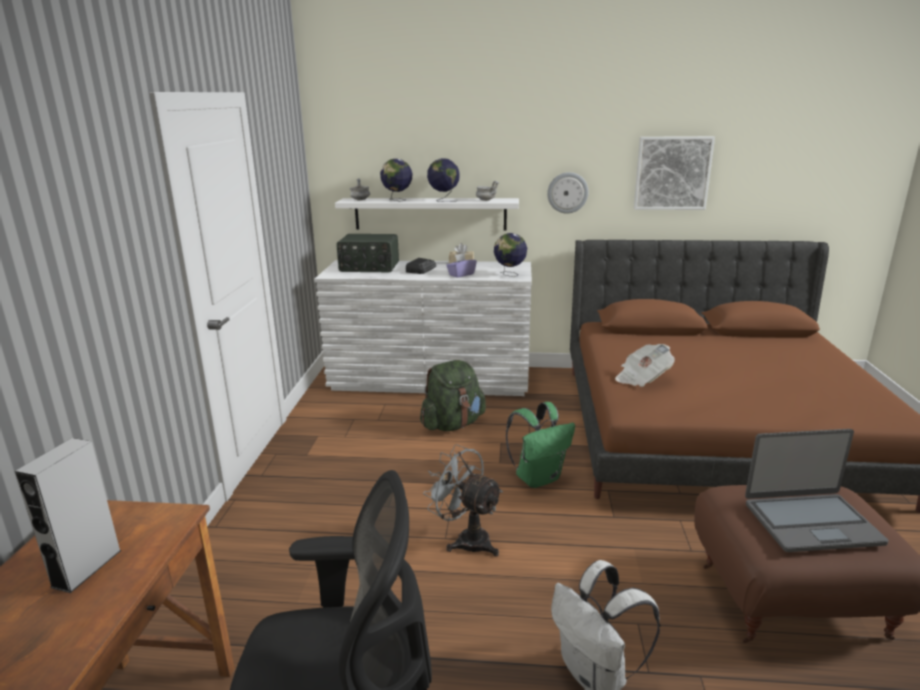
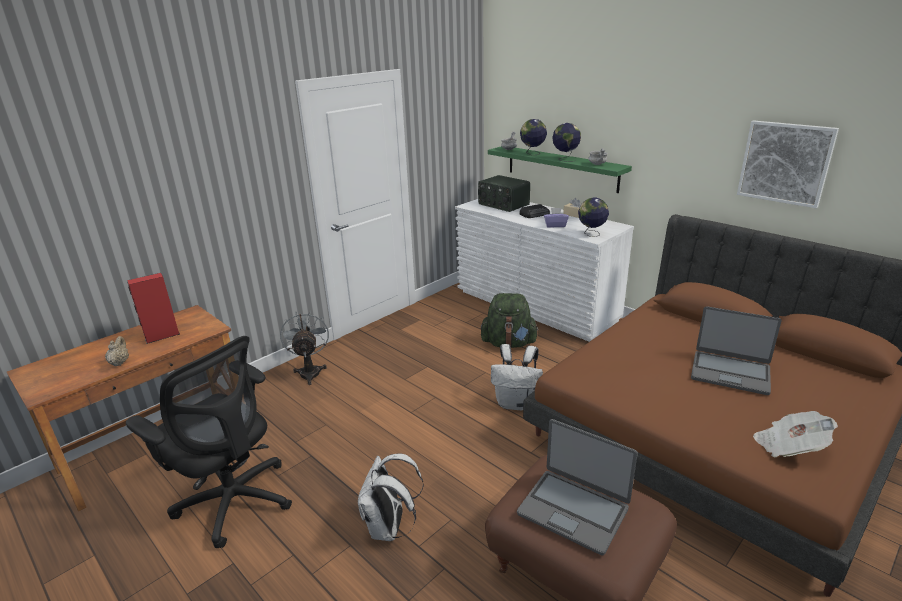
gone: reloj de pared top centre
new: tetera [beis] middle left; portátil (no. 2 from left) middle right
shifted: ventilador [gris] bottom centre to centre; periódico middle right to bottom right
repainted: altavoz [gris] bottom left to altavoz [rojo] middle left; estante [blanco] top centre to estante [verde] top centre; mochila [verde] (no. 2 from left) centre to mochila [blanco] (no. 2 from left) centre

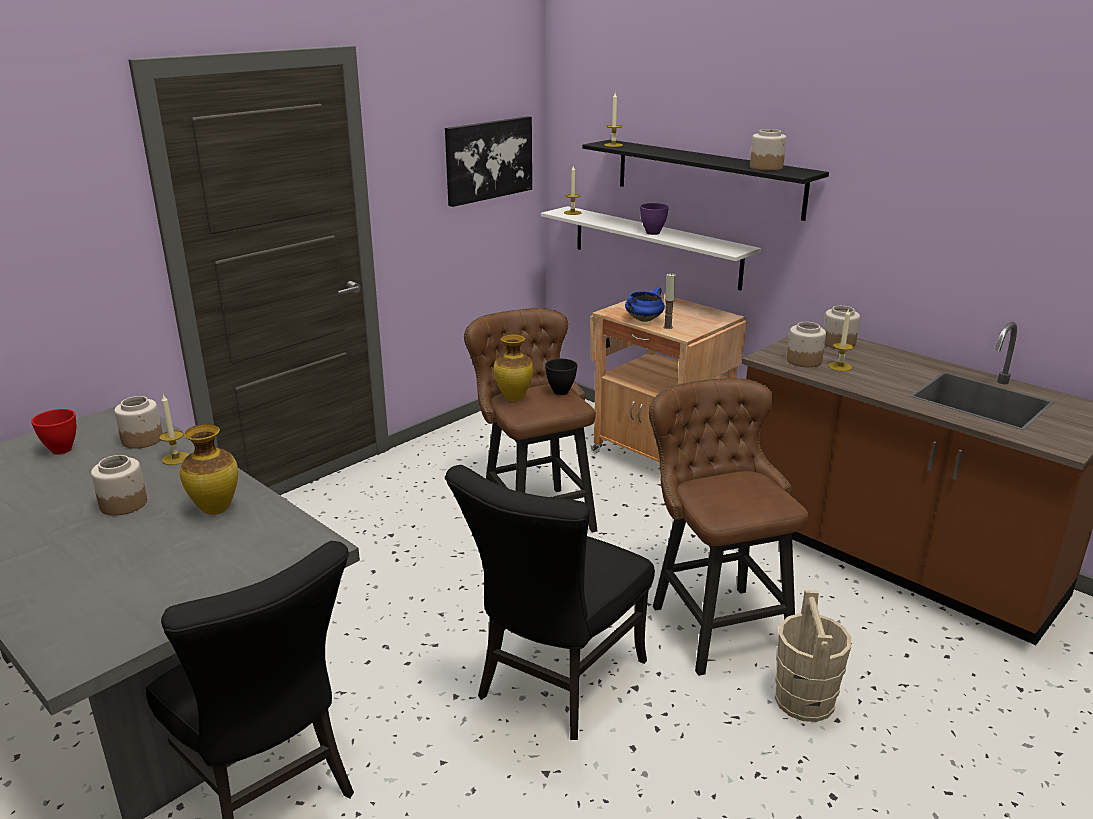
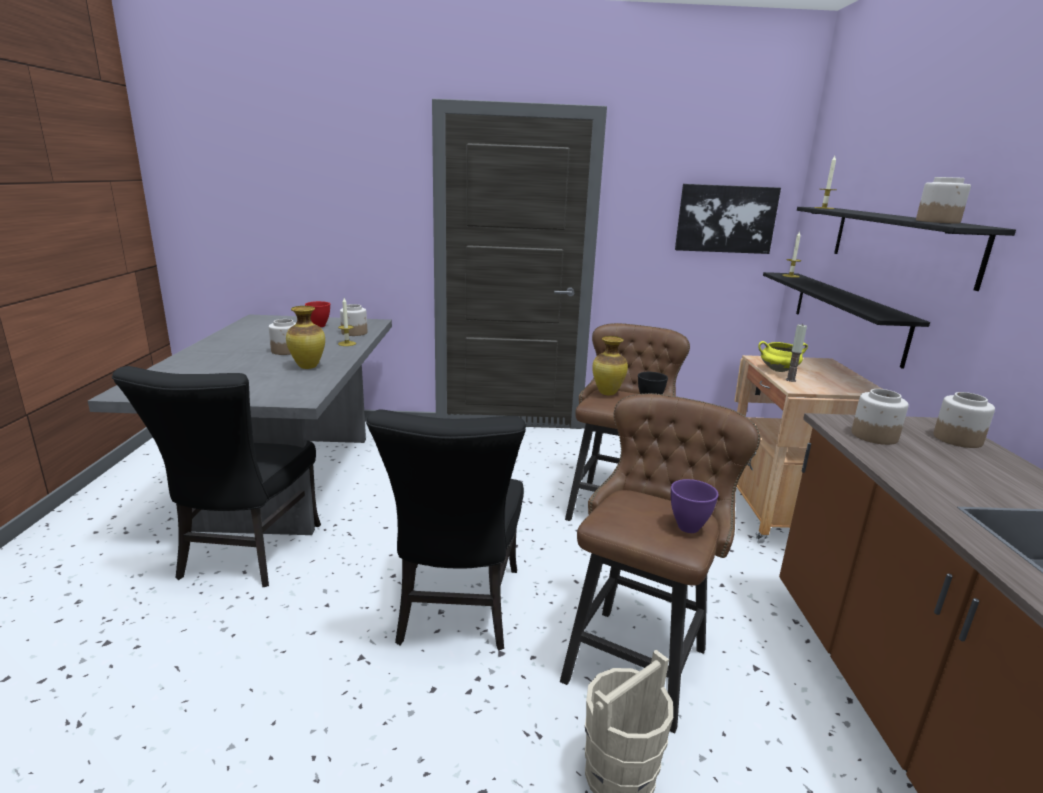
gone: vela (no. 5 from left) middle right
shifted: cuenco [morado] top centre to centre
repainted: estante [blanco] top centre to estante [negro] (no. 1 from left) middle right; olla [azul] centre to olla [amarillo] middle right
rotated: silla [negro] (no. 2 from left) bottom centre = bottom centre 75 degrees counterclockwise

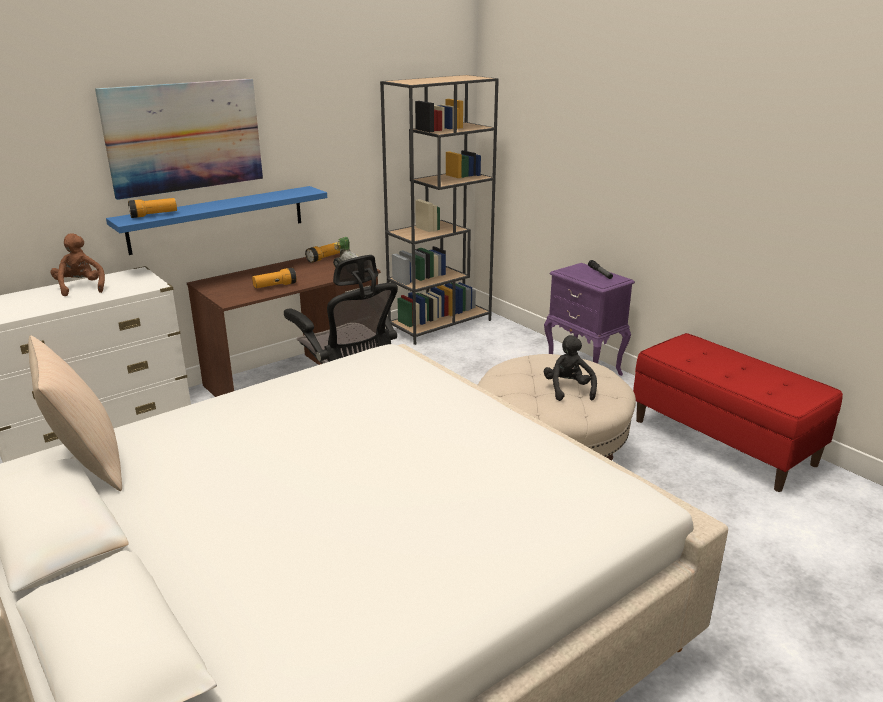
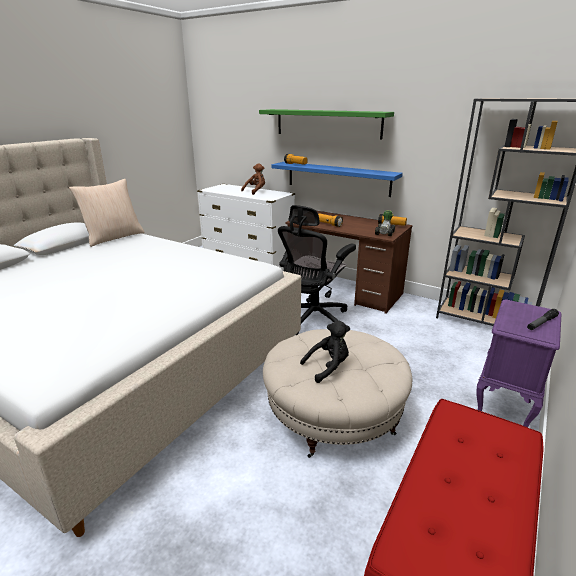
swapped: cuadro top left to estante [verde] top centre

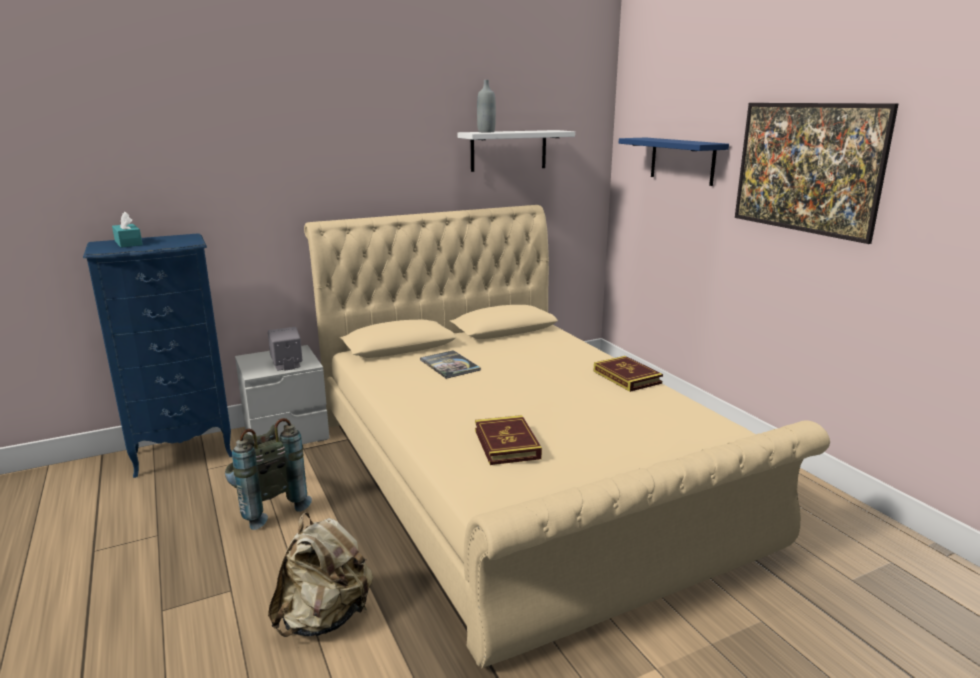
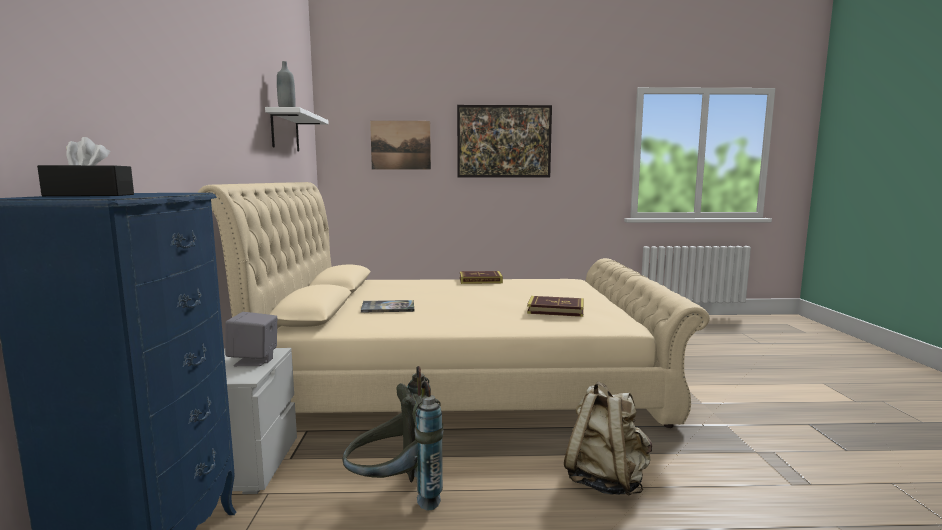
swapped: estante [azul] top right to cuadro (no. 1 from left) top centre
repainted: caja de pañuelos [turquesa] middle left to caja de pañuelos [negro] top left

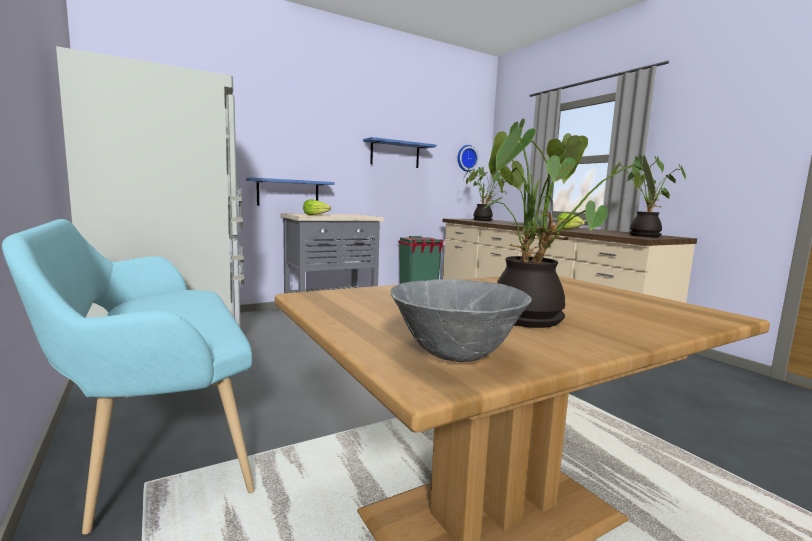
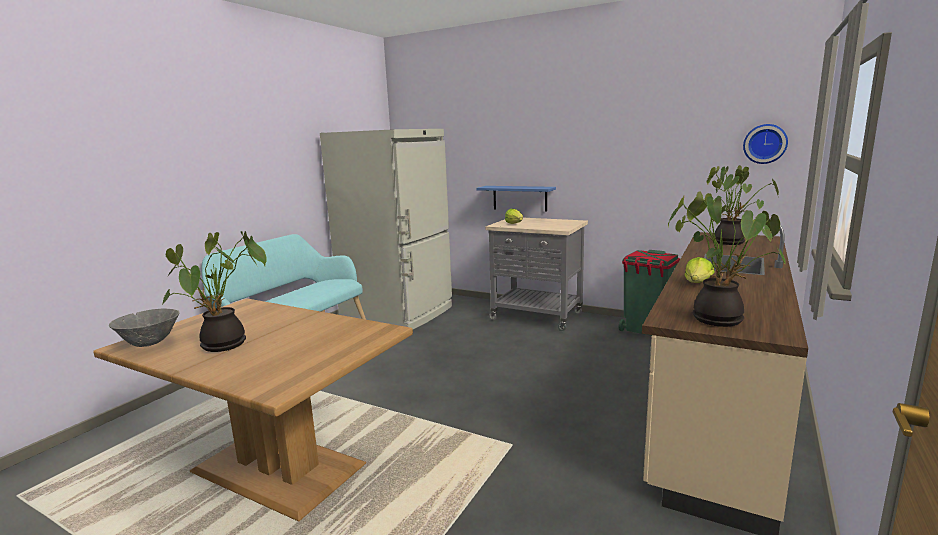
gone: estante [azul] (no. 2 from left) top centre

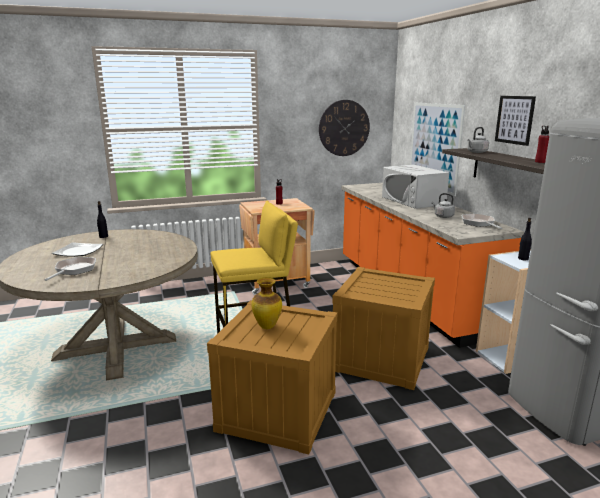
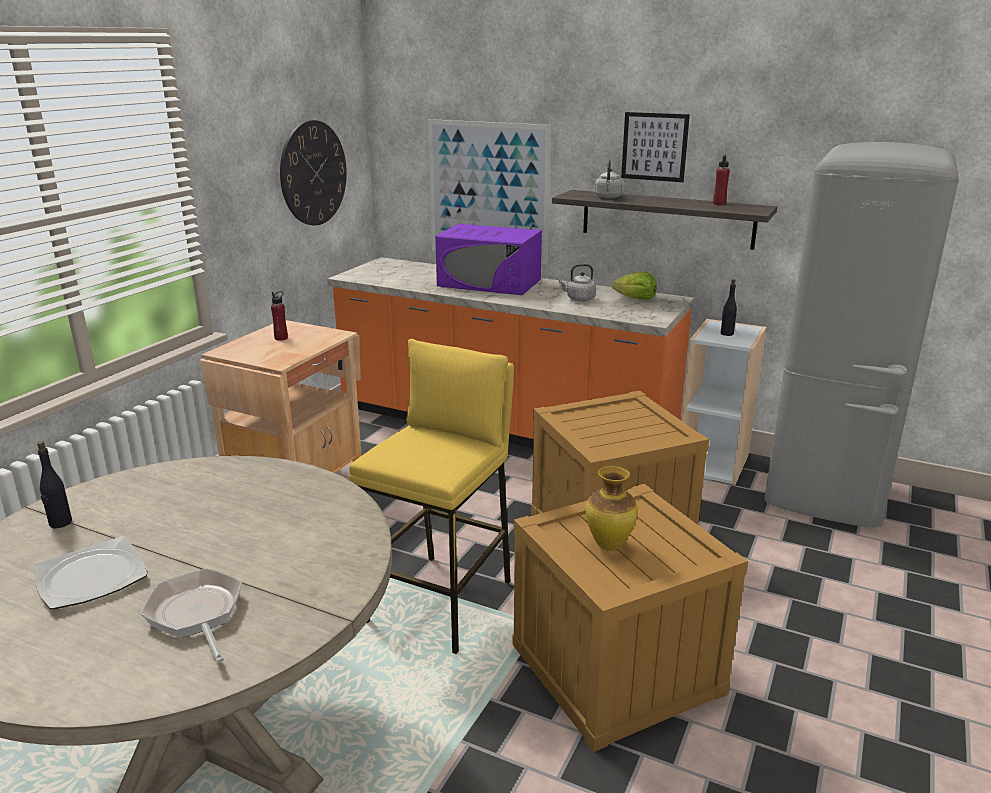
swapped: sartén (no. 2 from left) middle right to lechuga centre
repainted: microondas [blanco] middle right to microondas [morado] top centre

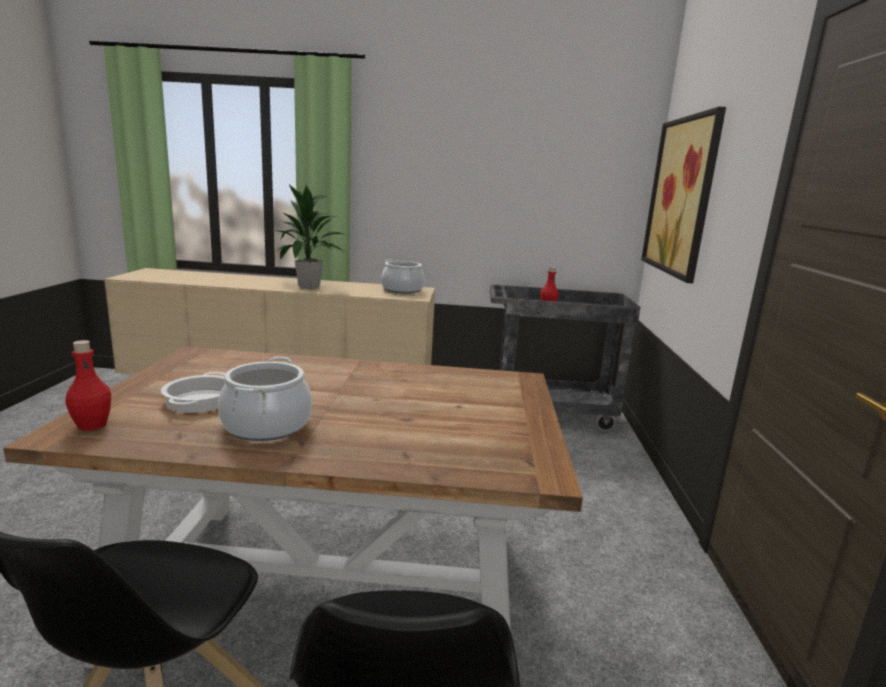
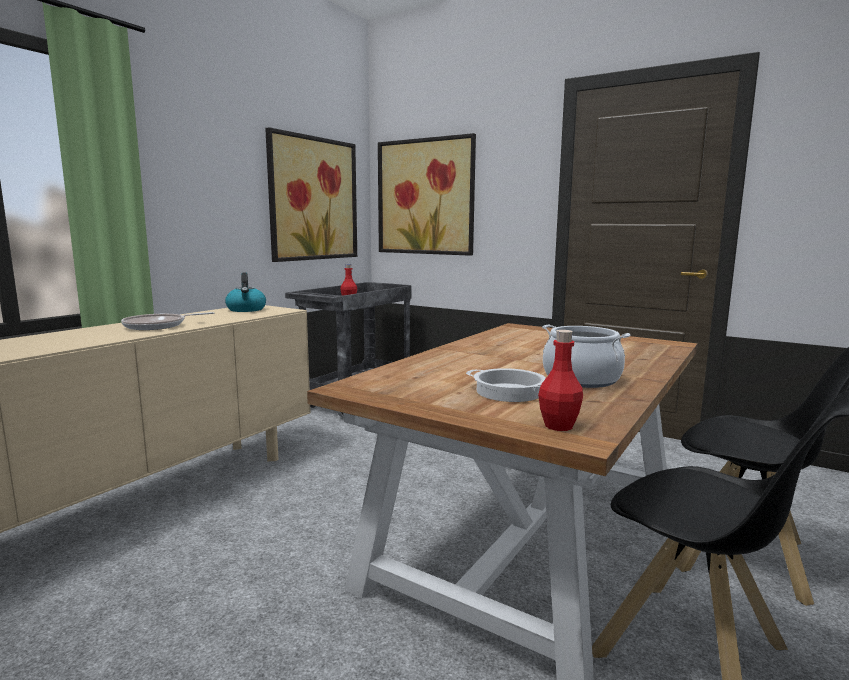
new: cuadro (no. 1 from left) top centre
swapped: planta en maceta centre to sartén middle left; olla (no. 3 from left) centre to hervidor middle left

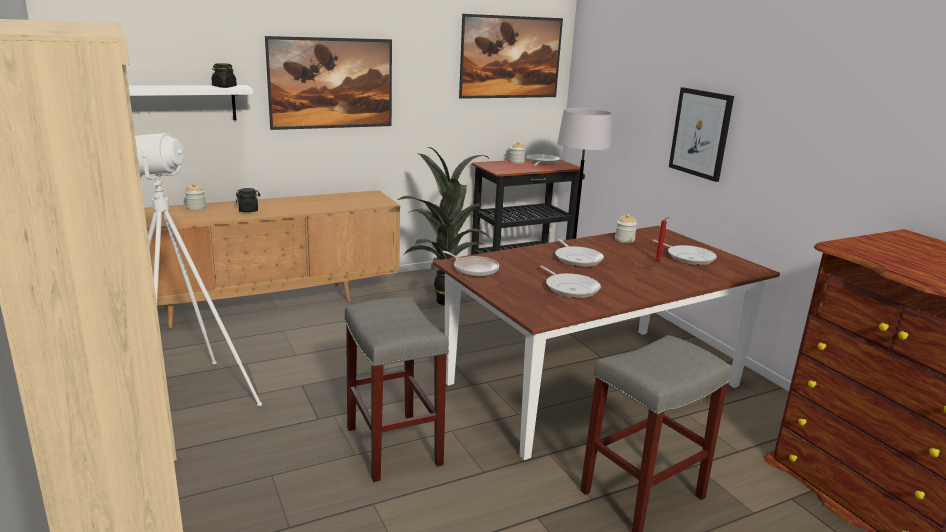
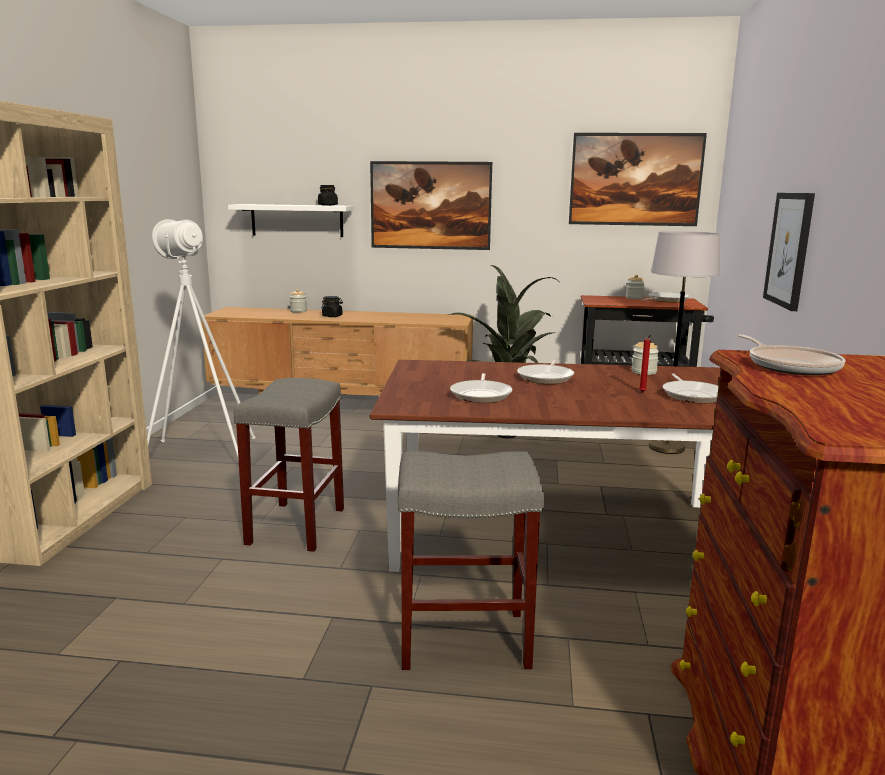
shifted: sartén (no. 1 from left in the first image) centre to sartén (no. 5 from left) middle right

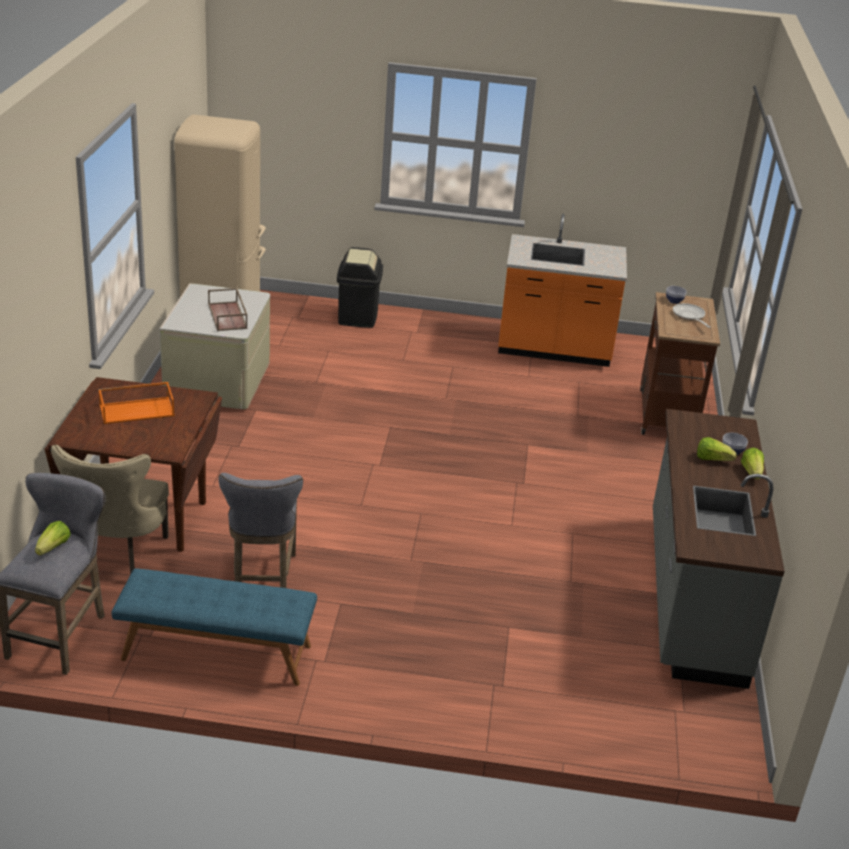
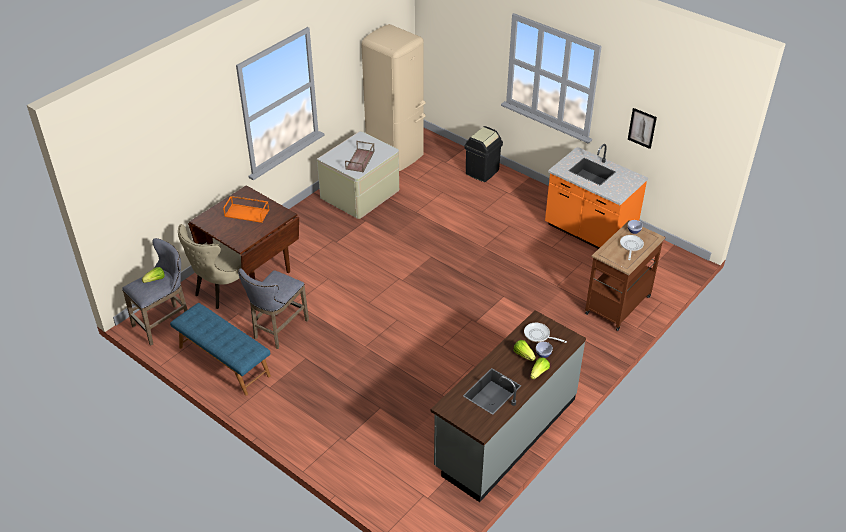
new: sartén (no. 1 from left) centre; cuadro top right

